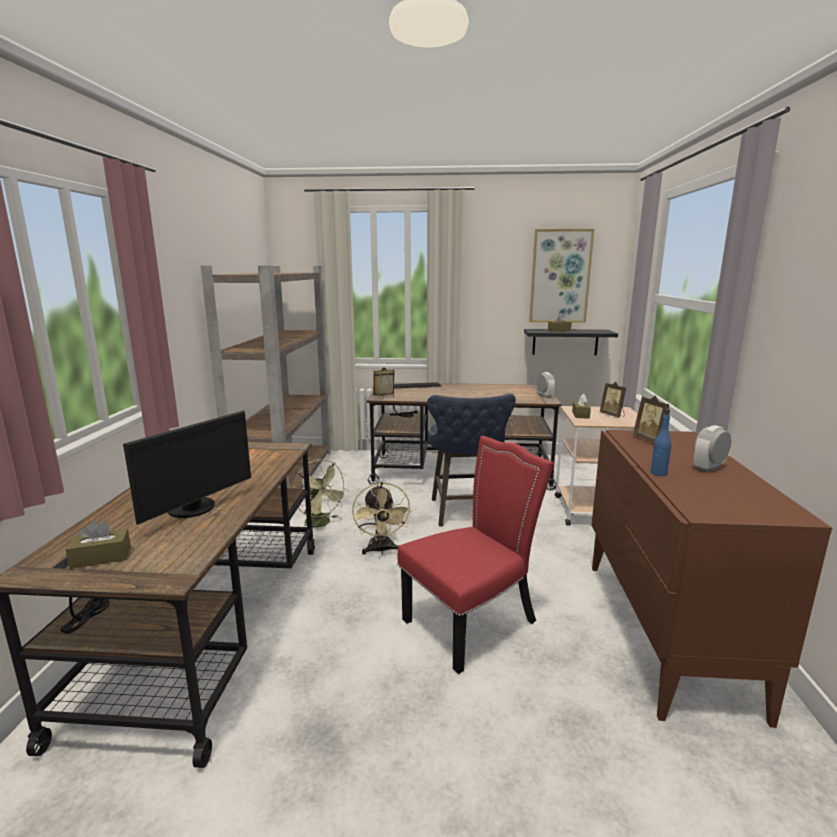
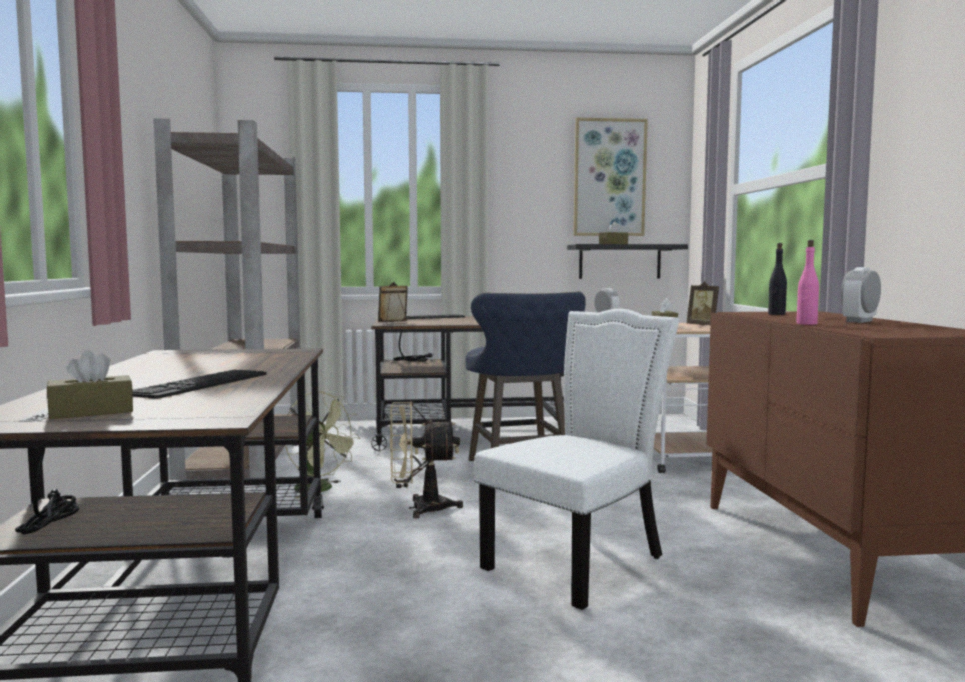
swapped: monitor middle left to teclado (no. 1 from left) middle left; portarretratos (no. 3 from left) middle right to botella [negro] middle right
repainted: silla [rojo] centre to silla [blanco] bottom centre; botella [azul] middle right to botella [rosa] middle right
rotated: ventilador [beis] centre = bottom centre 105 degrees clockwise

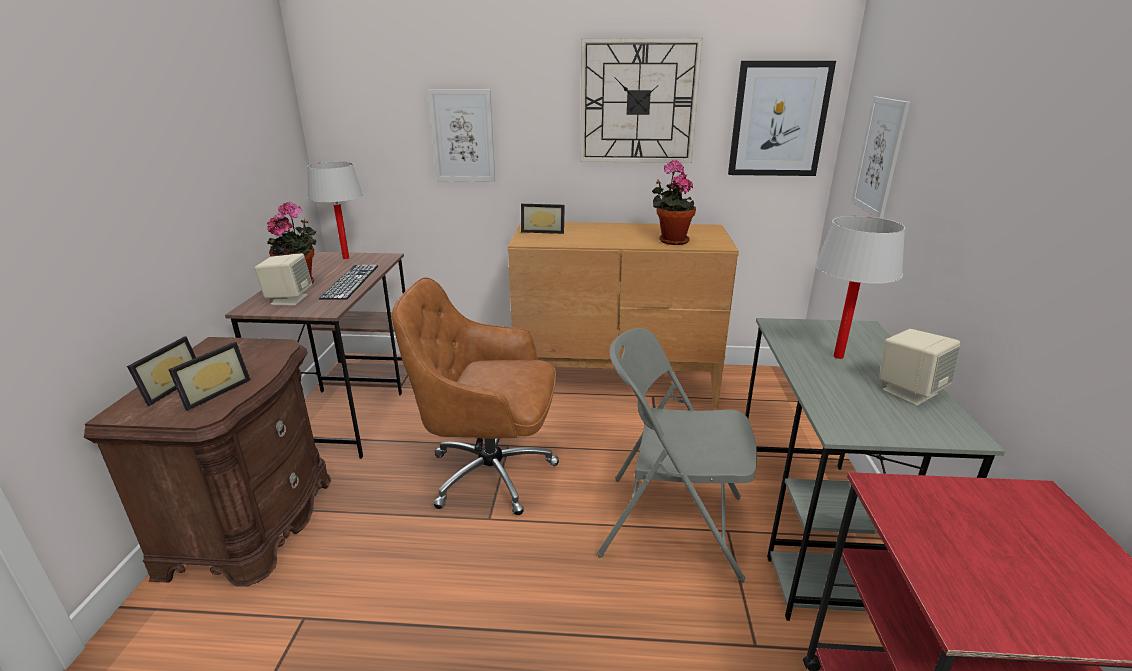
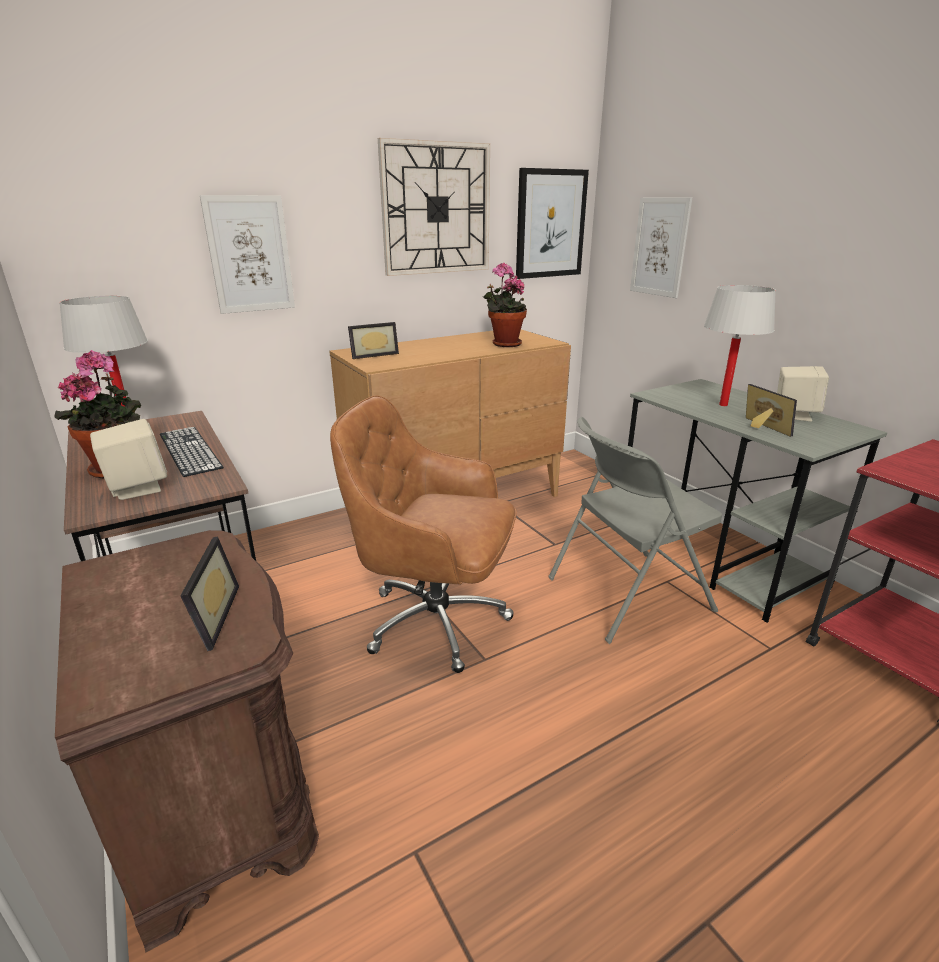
shifted: portarretratos (no. 1 from left in the first image) middle left to portarretratos (no. 3 from left) middle right
rotated: silla de oficina [marrón] centre = centre 45 degrees clockwise

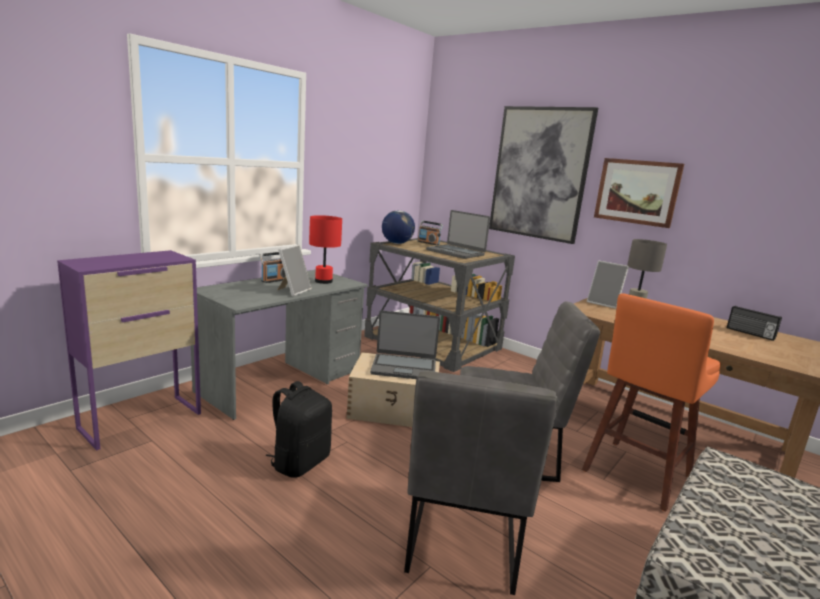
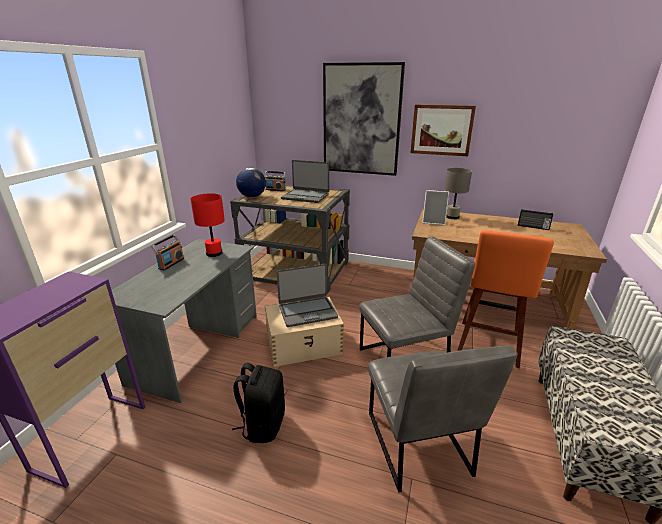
gone: portarretratos (no. 1 from left) centre

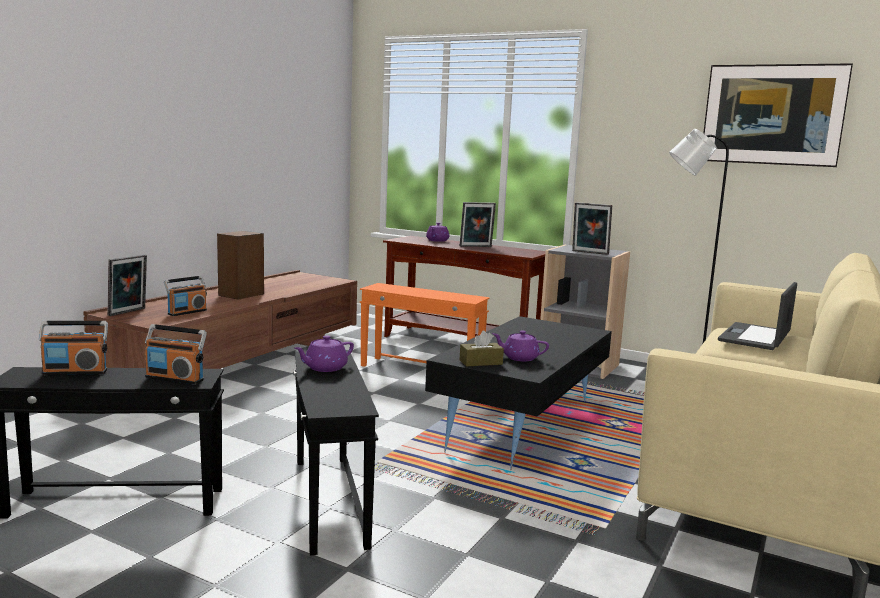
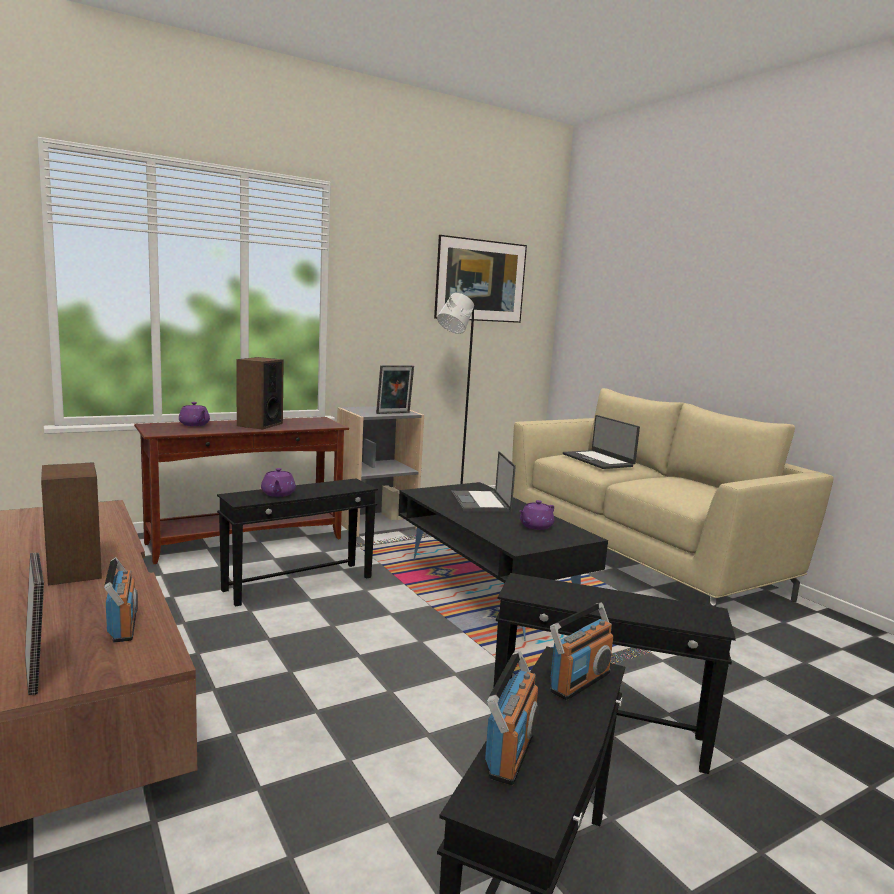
gone: caja de pañuelos [marrón] centre
new: portátil (no. 1 from left) centre
shifted: tetera [morado] (no. 1 from left in the first image) centre to tetera [morado] (no. 2 from left) middle left
swapped: portarretratos (no. 2 from left) centre to altavoz (no. 2 from left) middle left
repainted: mesa auxiliar [naranja] centre to mesa auxiliar [negro] (no. 1 from left) middle left

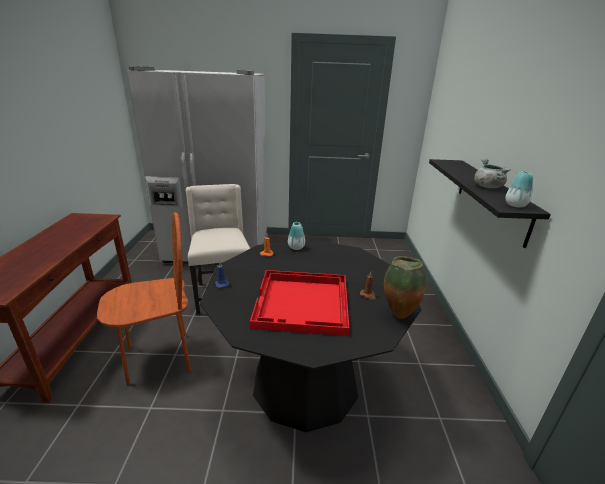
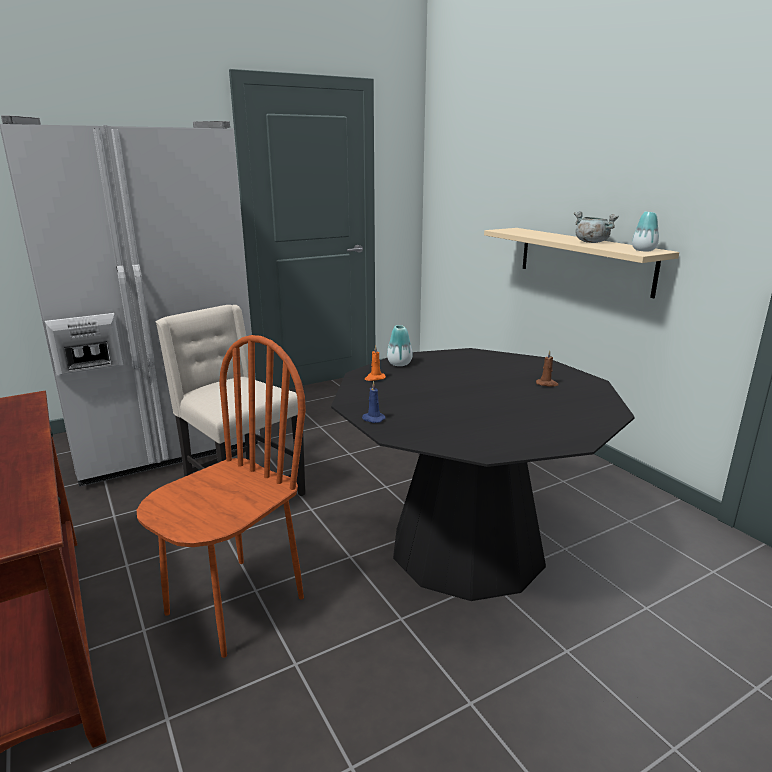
gone: bandeja [rojo] centre; florero (no. 2 from left) middle right
repainted: estante [negro] middle right to estante [beis] middle right

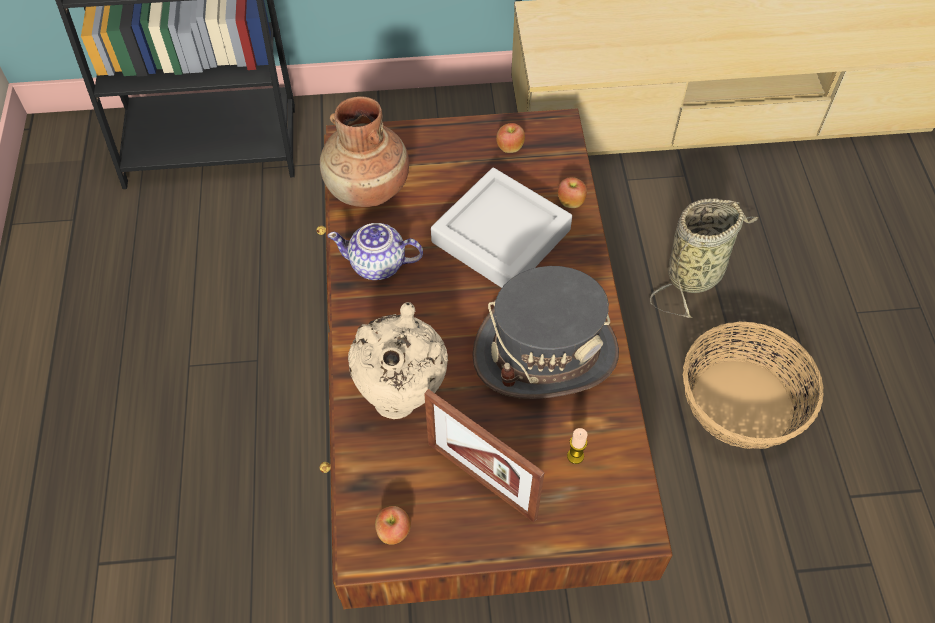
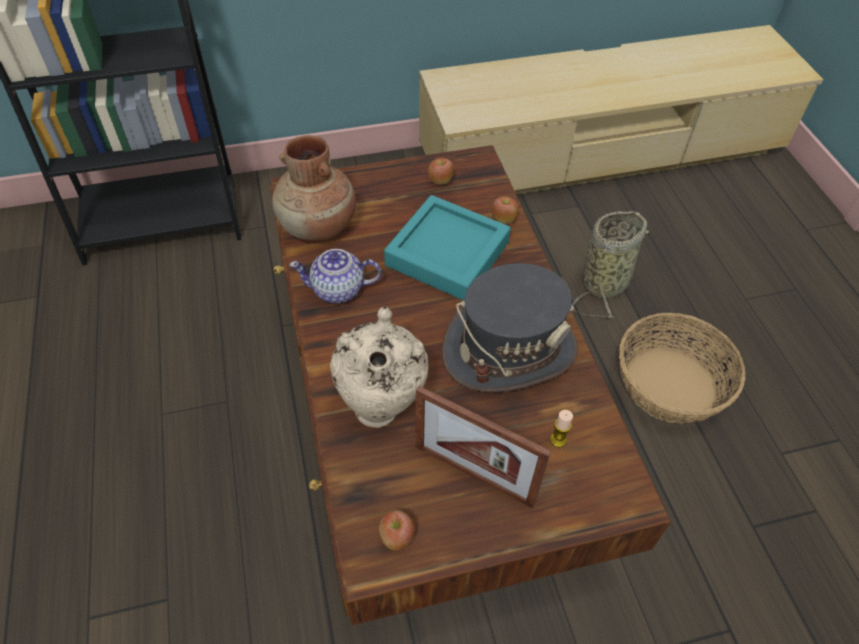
repainted: bandeja [gris] centre to bandeja [turquesa] centre

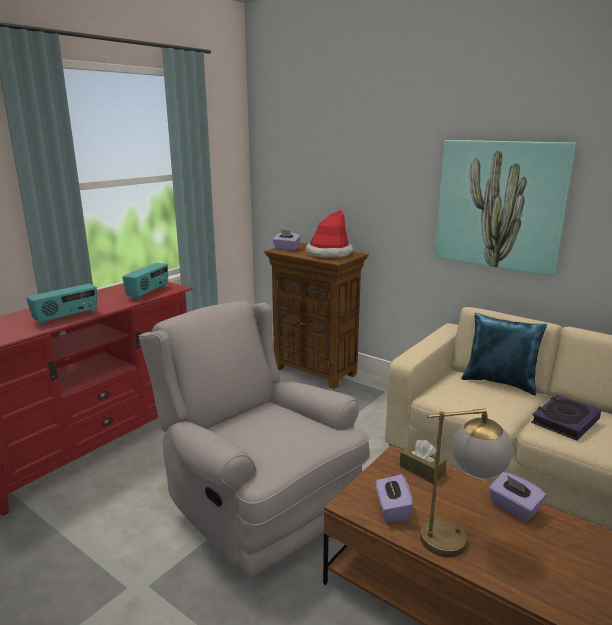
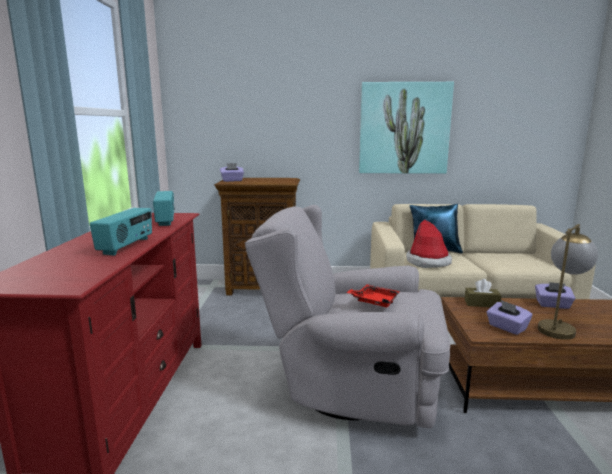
gone: libro bottom right
new: bandeja [rojo] centre
shifted: sombrero centre to middle right

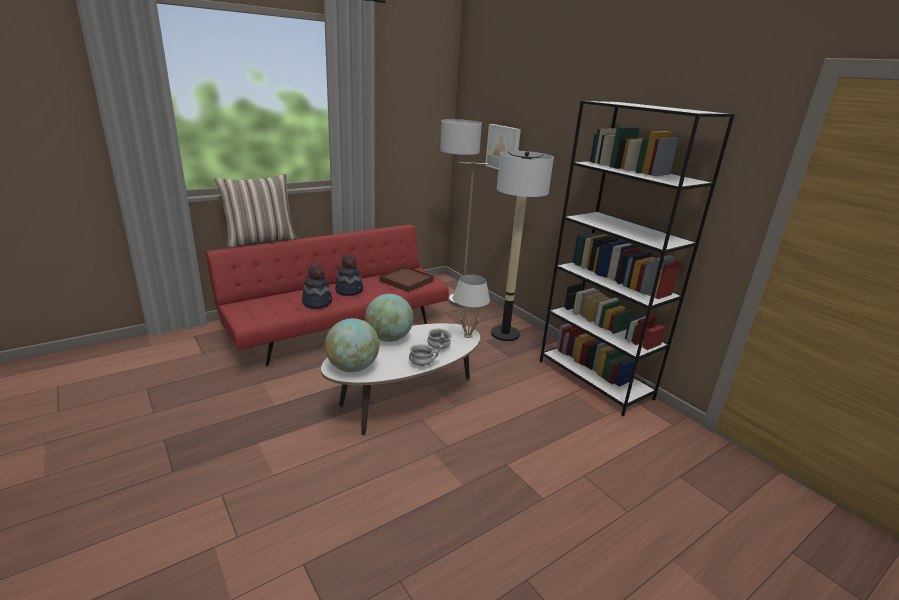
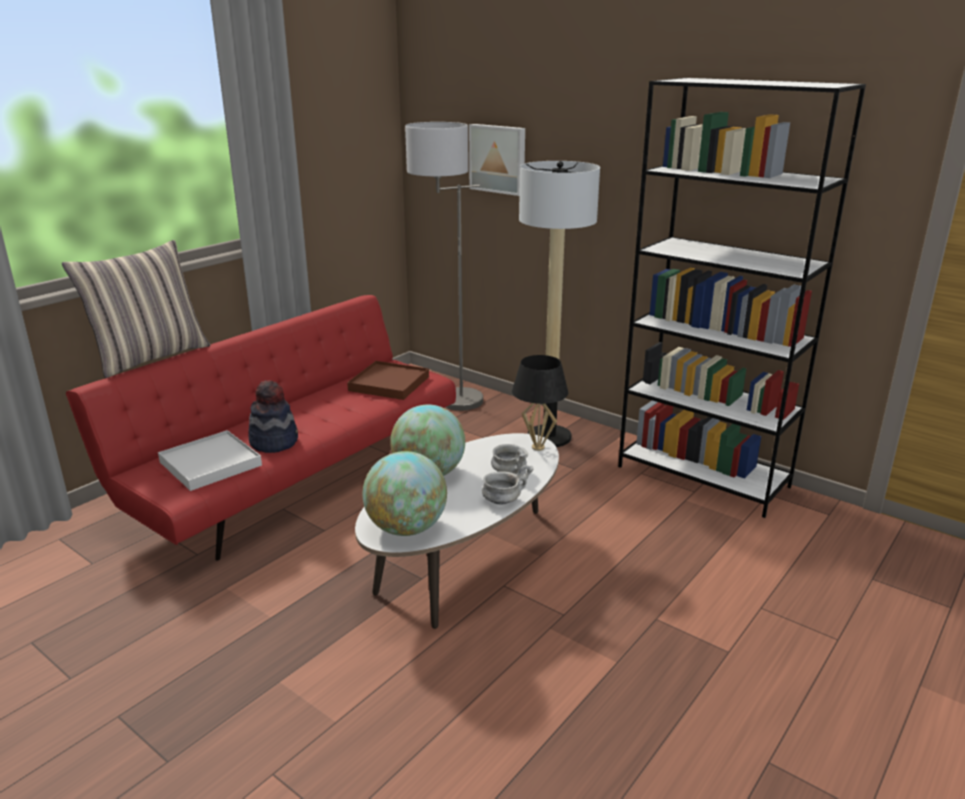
gone: sombrero (no. 2 from left) centre
new: bandeja [blanco] middle left
repainted: lámpara de mesa [blanco] centre to lámpara de mesa [negro] centre

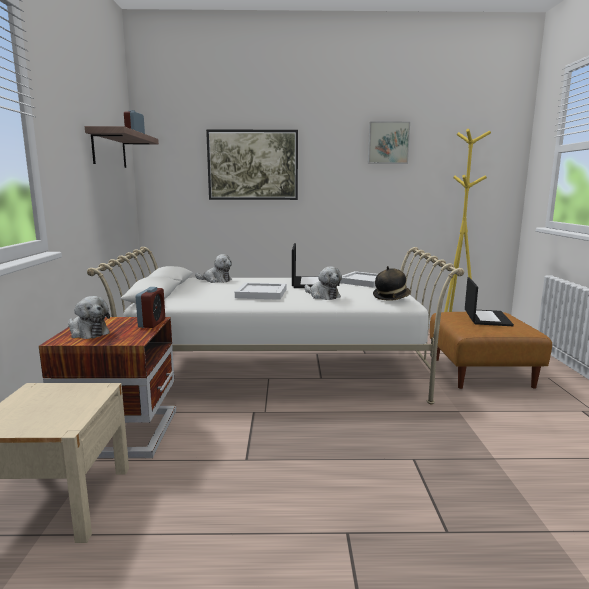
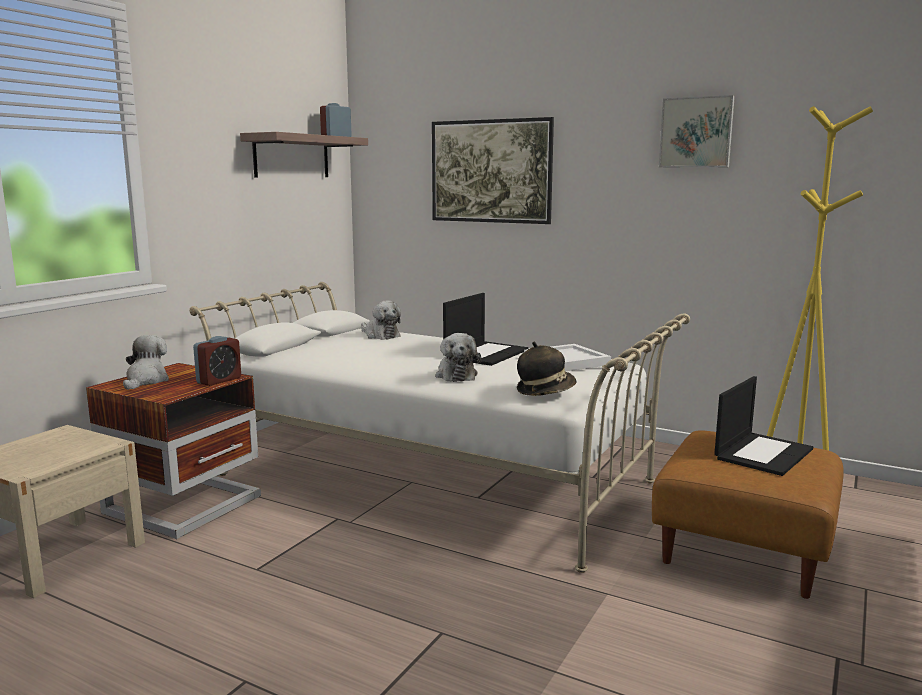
gone: bandeja [blanco] (no. 1 from left) centre
rotated: peluche (no. 1 from left) middle left = middle left 150 degrees counterclockwise

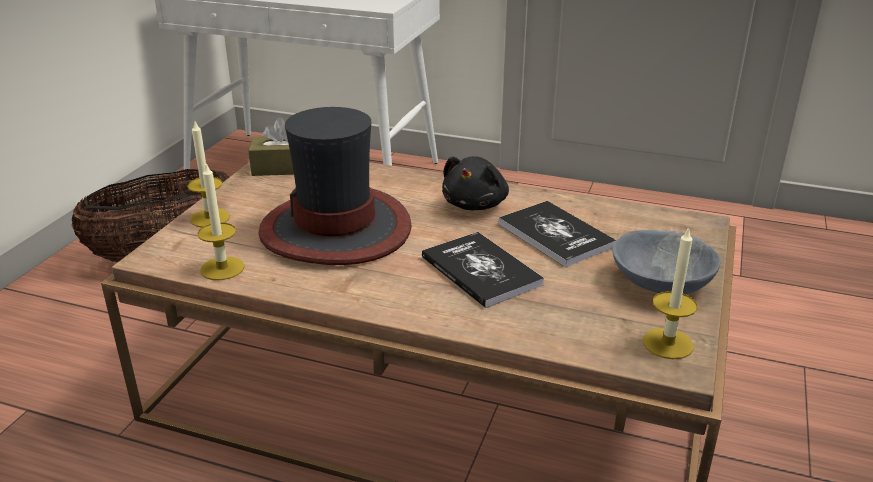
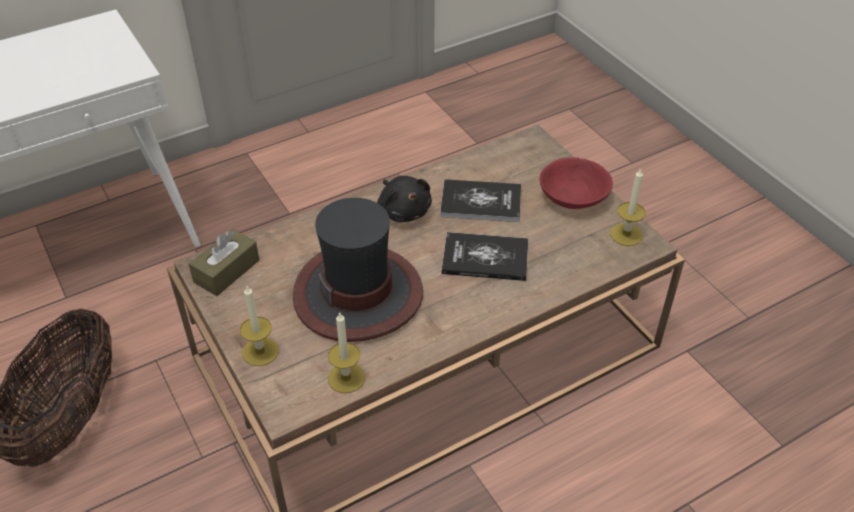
repainted: cuenco [gris] middle right to cuenco [rojo] middle right

